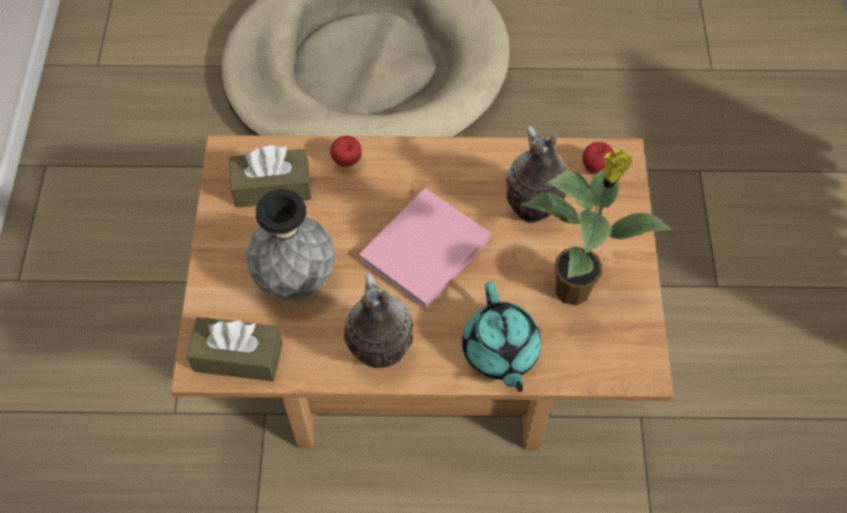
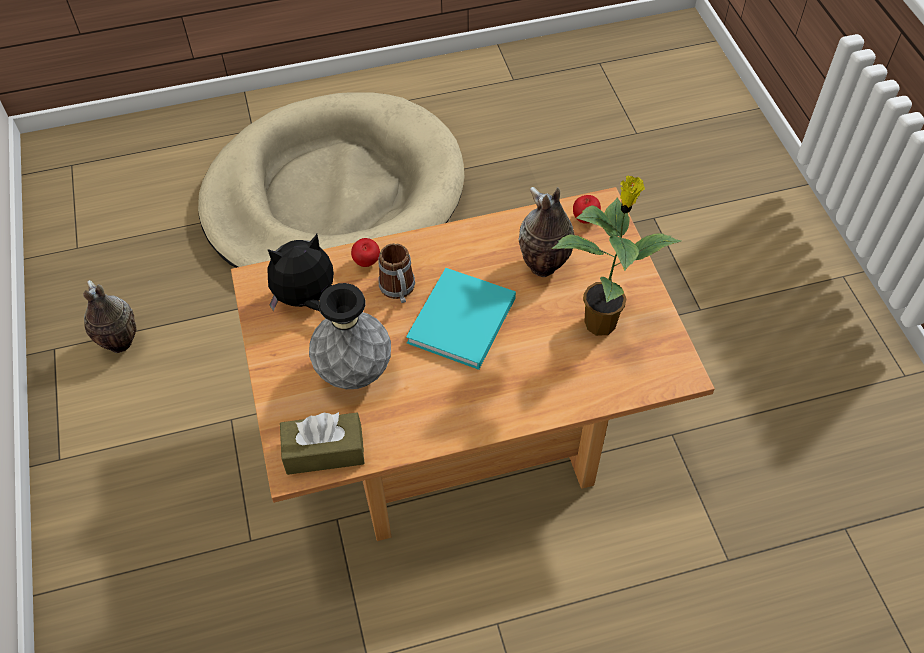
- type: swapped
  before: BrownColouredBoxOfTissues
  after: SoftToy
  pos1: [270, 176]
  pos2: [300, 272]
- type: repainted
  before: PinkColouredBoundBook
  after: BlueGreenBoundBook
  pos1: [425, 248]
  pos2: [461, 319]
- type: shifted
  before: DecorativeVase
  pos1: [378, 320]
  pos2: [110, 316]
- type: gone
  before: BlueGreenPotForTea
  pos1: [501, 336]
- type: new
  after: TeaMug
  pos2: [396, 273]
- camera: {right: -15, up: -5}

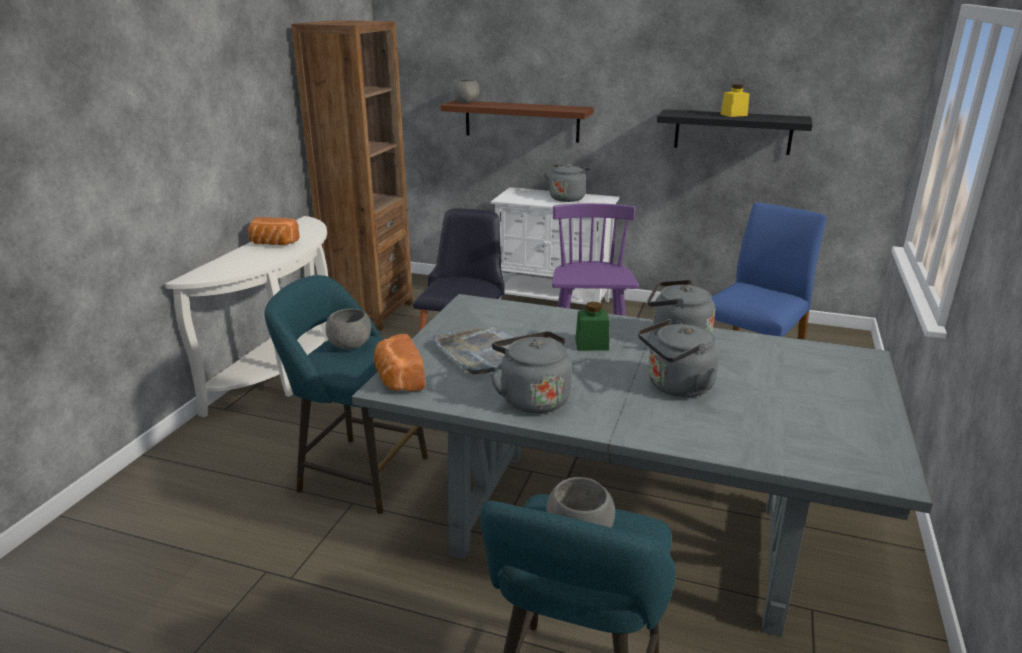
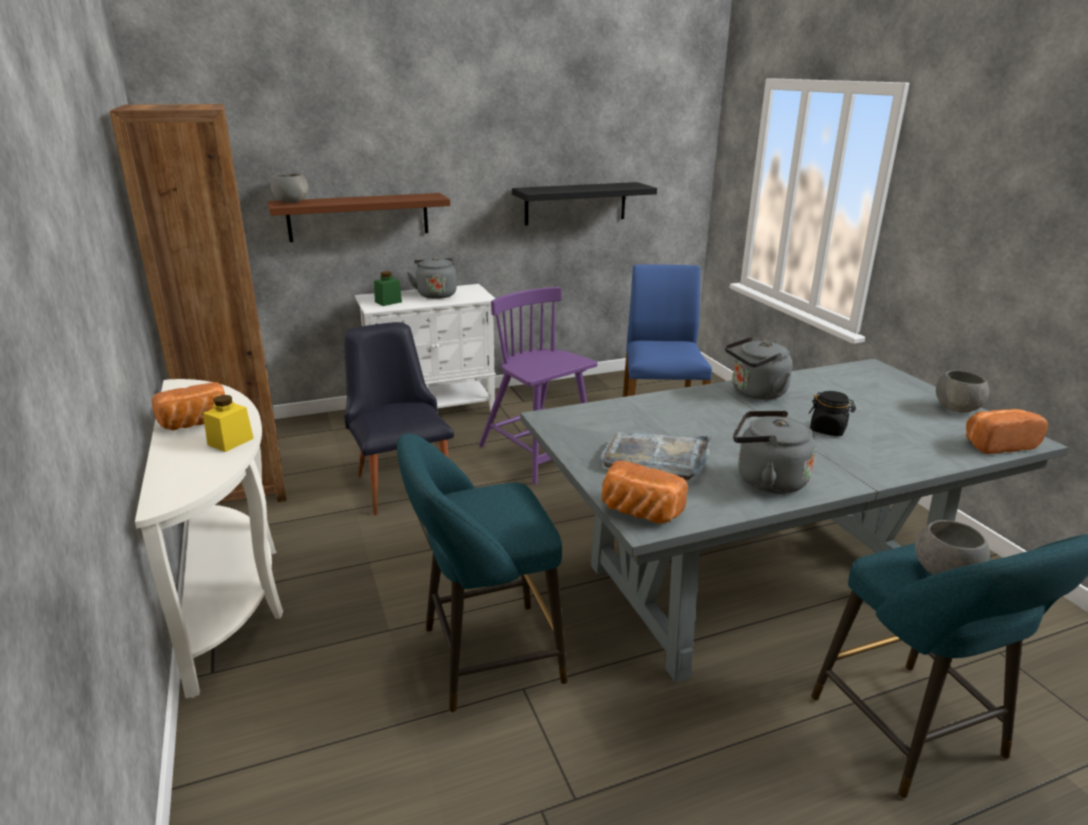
- type: shifted
  before: YellowishStorageJar
  pos1: [735, 100]
  pos2: [228, 423]
- type: shifted
  before: GreenishStorageJar
  pos1: [592, 326]
  pos2: [388, 288]
- type: shifted
  before: GreyishDeepDish
  pos1: [348, 329]
  pos2: [962, 391]
- type: swapped
  before: GreyishKettle
  after: BlackishStorageJar
  pos1: [678, 358]
  pos2: [832, 413]
- type: new
  after: Bread
  pos2: [1007, 431]
- camera: {right: -40, up: 0}

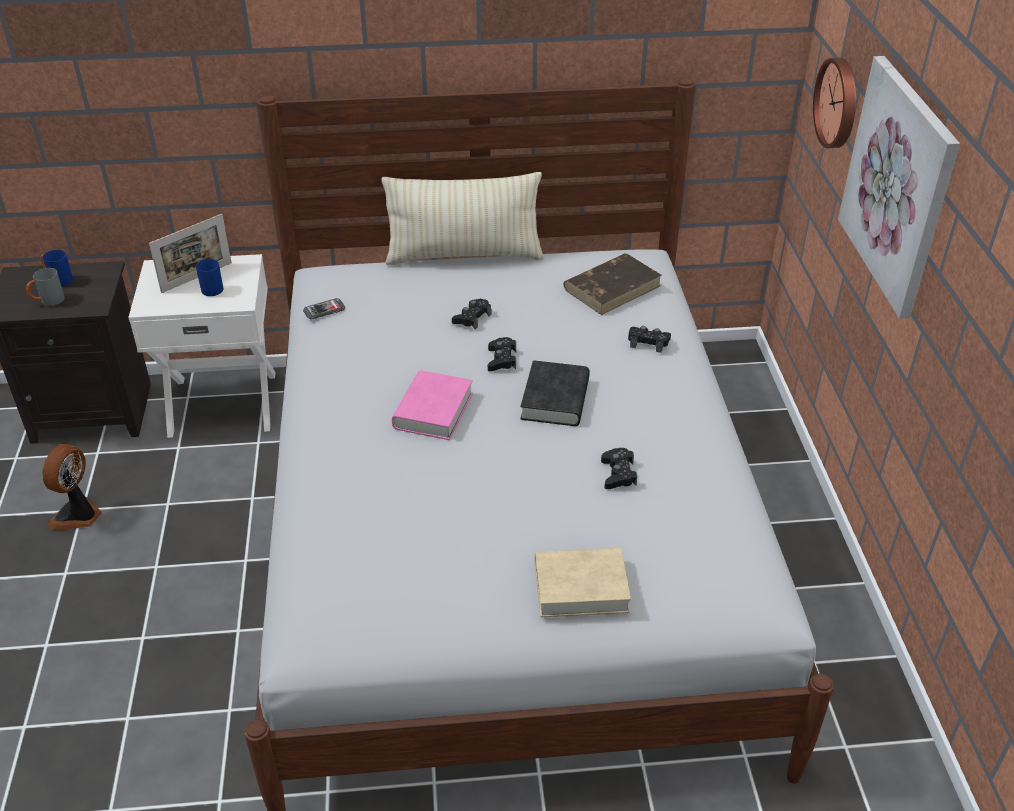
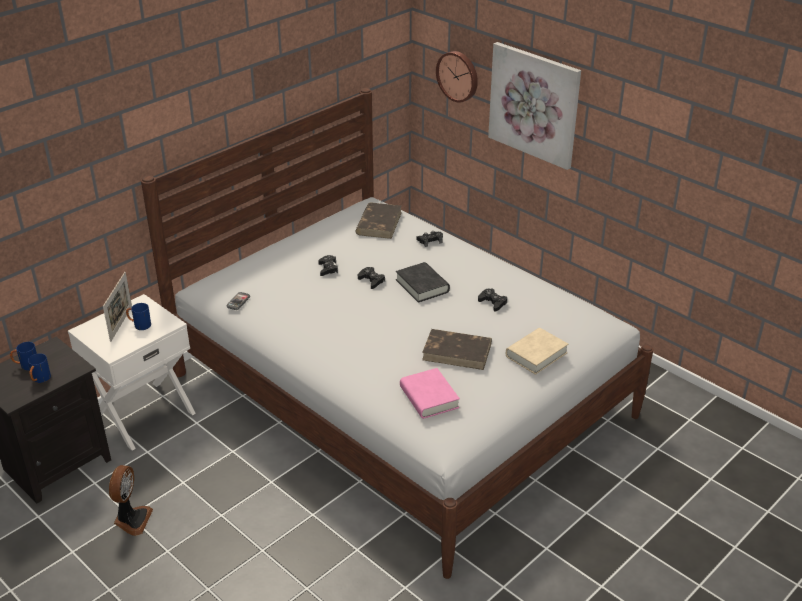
- type: gone
  before: BeigeColouredThrowPillow
  pos1: [462, 218]
- type: repainted
  before: GreyishTeaMug
  after: BlueTeaMug
  pos1: [45, 287]
  pos2: [39, 368]
- type: shifted
  before: PinkColouredBoundBook
  pos1: [432, 405]
  pos2: [430, 393]
- type: rotated
  before: ElectricFan
  pos1: [72, 487]
  pos2: [131, 500]
  turn: -150
- type: new
  after: BrownColouredBoundBook
  pos2: [457, 349]
- camera: {right: -40, up: -5}

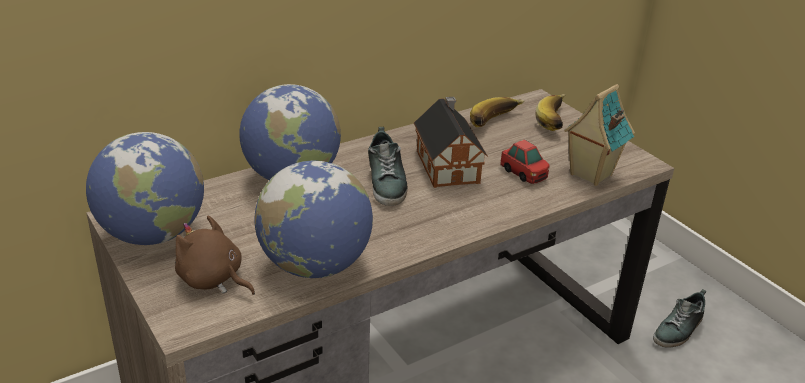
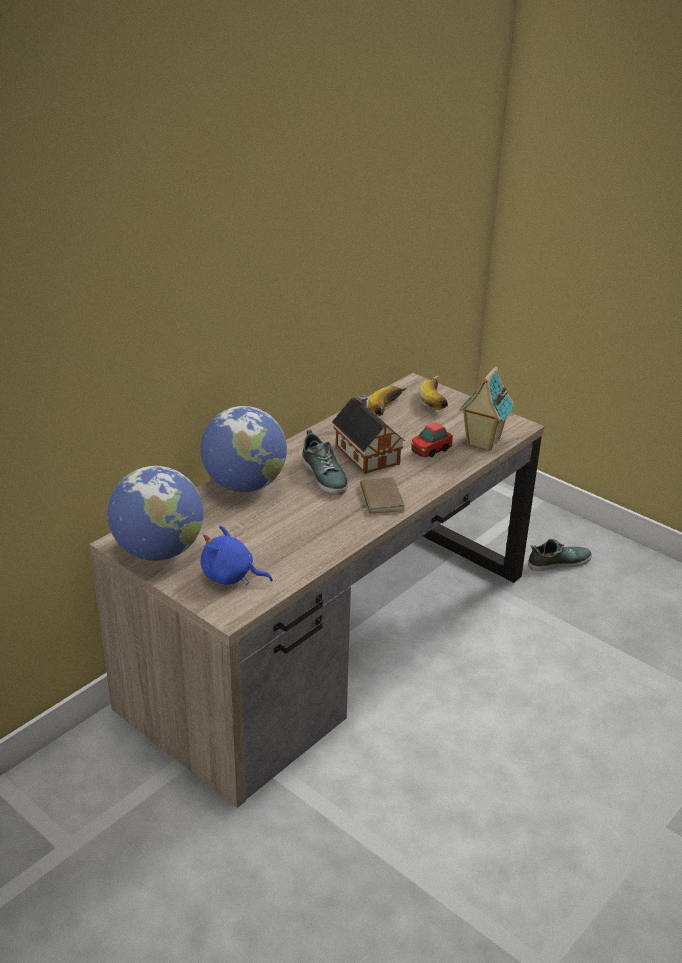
- type: rotated
  before: MiniatureCar
  pos1: [525, 162]
  pos2: [432, 440]
  turn: 105
- type: gone
  before: Globe
  pos1: [313, 219]
- type: repainted
  before: BrownColouredSoftToy
  after: BlueSoftToy
  pos1: [215, 255]
  pos2: [237, 555]
- type: rotated
  before: LowShoe
  pos1: [679, 318]
  pos2: [560, 555]
  turn: -135
- type: new
  after: BrownColouredBoundBook
  pos2: [381, 495]
- camera: {right: -15, up: 0}

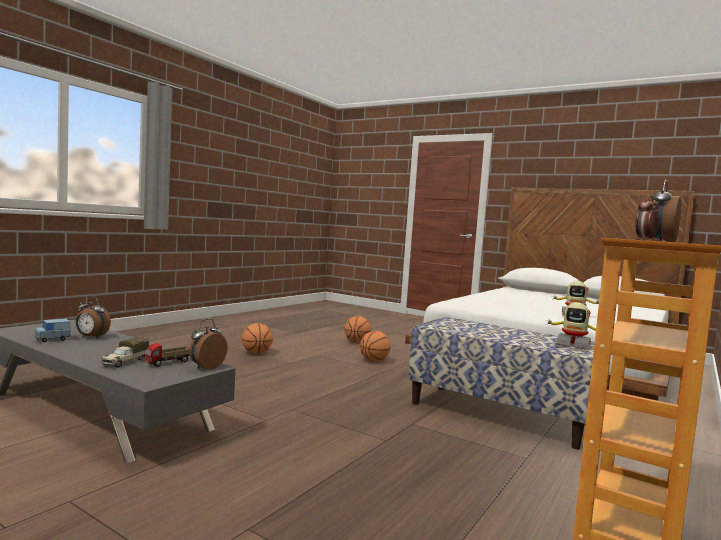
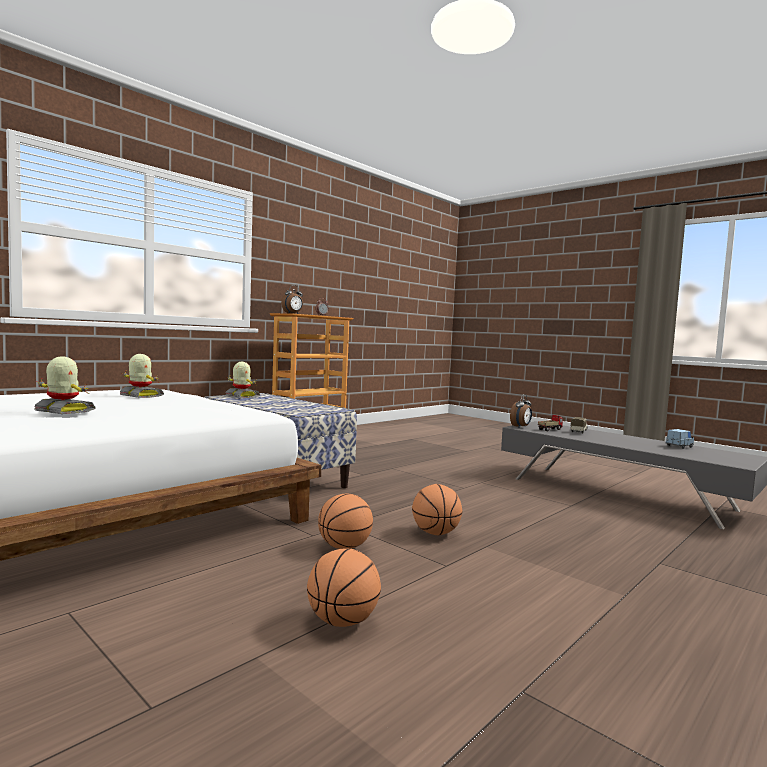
- type: gone
  before: BedsideClock
  pos1: [93, 317]
- type: shifted
  before: Basketball
  pos1: [257, 338]
  pos2: [437, 509]
- type: new
  after: RobotFigure
  pos2: [65, 385]
- camera: {right: -170, up: 0}

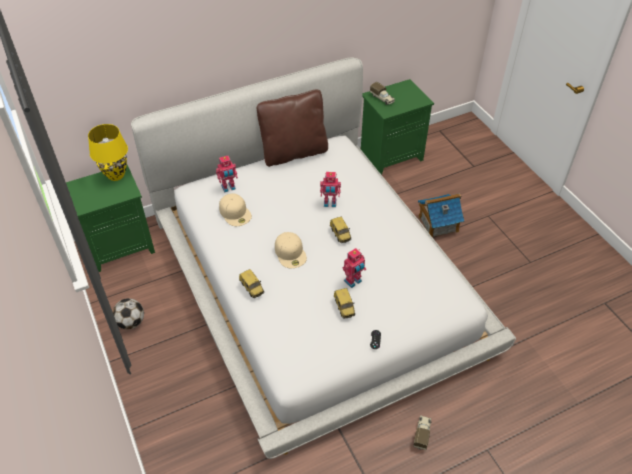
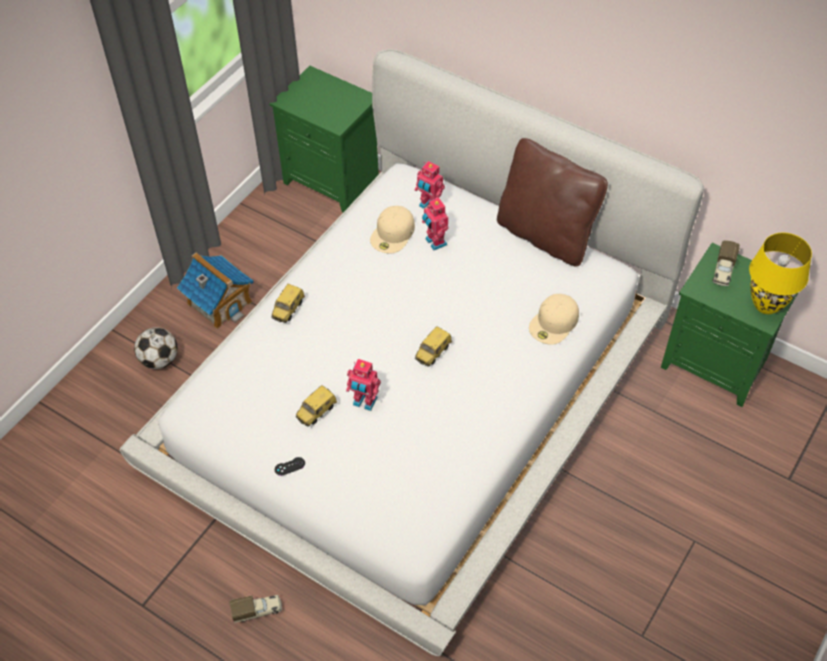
- type: shifted
  before: YellowishTableLamp
  pos1: [108, 152]
  pos2: [780, 273]
- type: shifted
  before: RobotFigure
  pos1: [330, 189]
  pos2: [435, 223]
- type: shifted
  before: ModelHouse
  pos1: [441, 215]
  pos2: [215, 290]
- type: shifted
  before: BeigeColouredPeakedCap
  pos1: [291, 250]
  pos2: [554, 319]
- type: shifted
  before: FootballBall
  pos1: [128, 314]
  pos2: [156, 348]
- camera: {right: 60, up: 5}

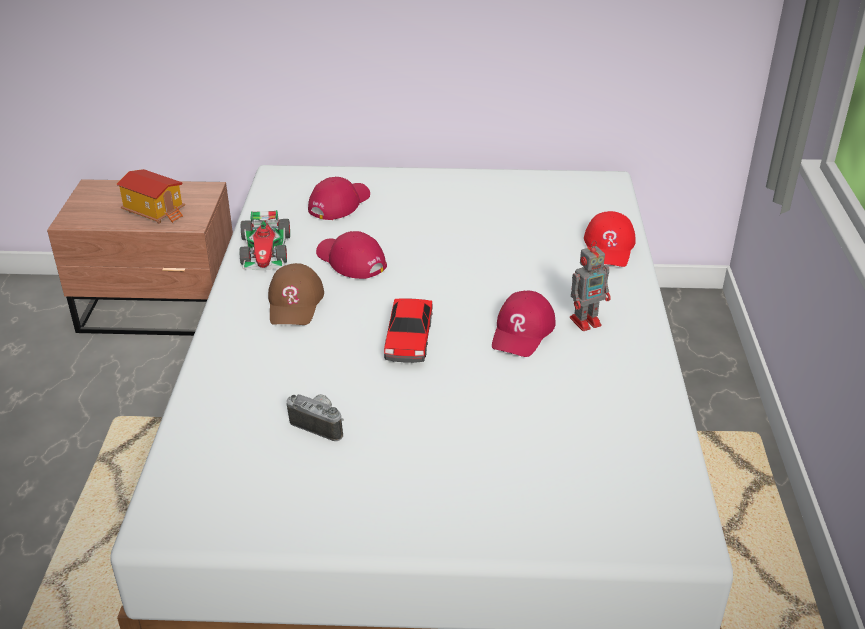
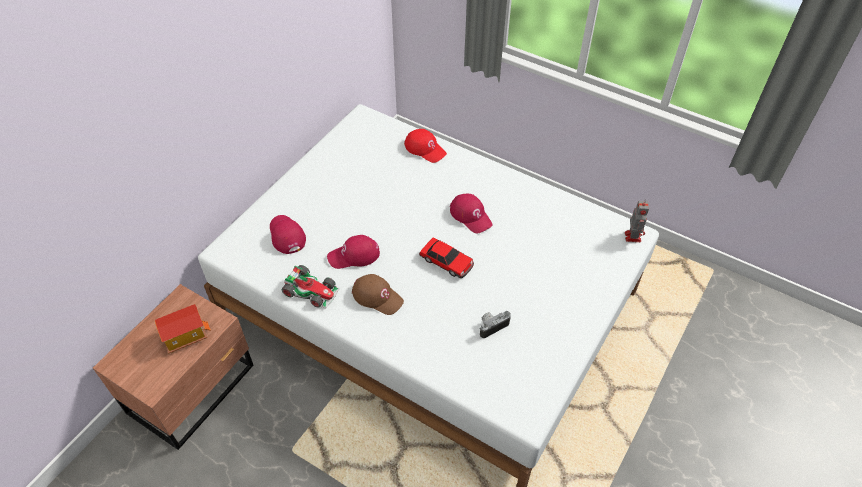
- type: shifted
  before: RobotFigure
  pos1: [590, 285]
  pos2: [637, 220]
- camera: {right: -60, up: 15}

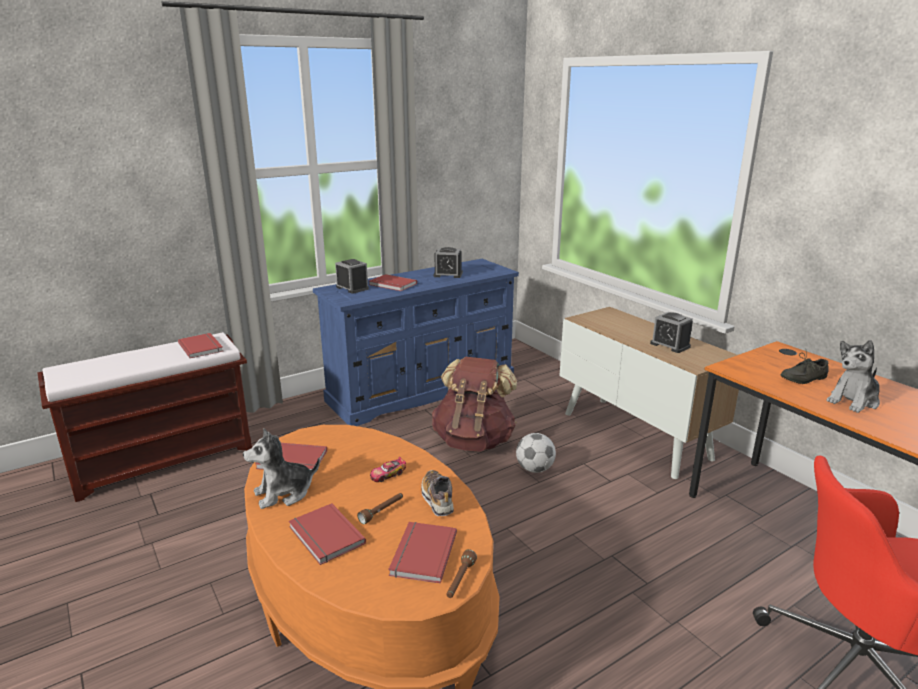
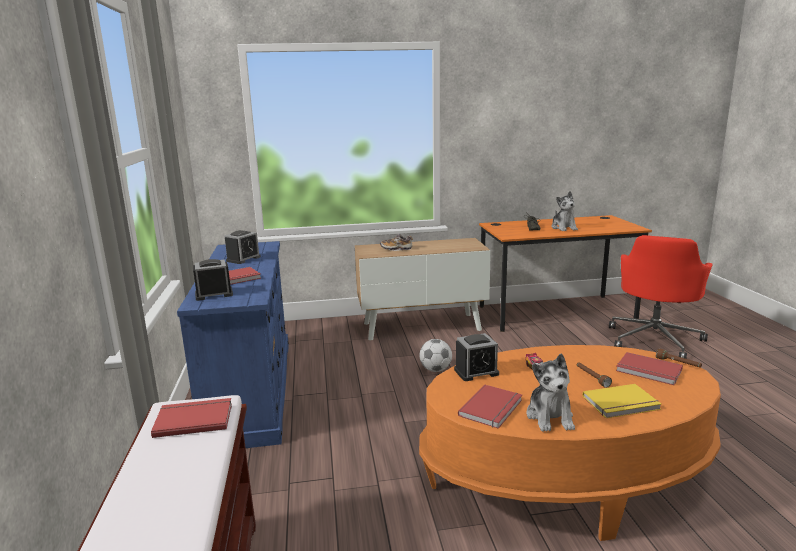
- type: shifted
  before: BedsideClock
  pos1: [671, 332]
  pos2: [476, 357]
- type: gone
  before: BrownColouredRucksack
  pos1: [474, 404]
- type: shifted
  before: LowShoe
  pos1: [437, 493]
  pos2: [396, 242]
- type: repainted
  before: RedColouredBoundBook
  after: YellowishBoundBook
  pos1: [327, 534]
  pos2: [622, 401]
- camera: {right: -65, up: -5}

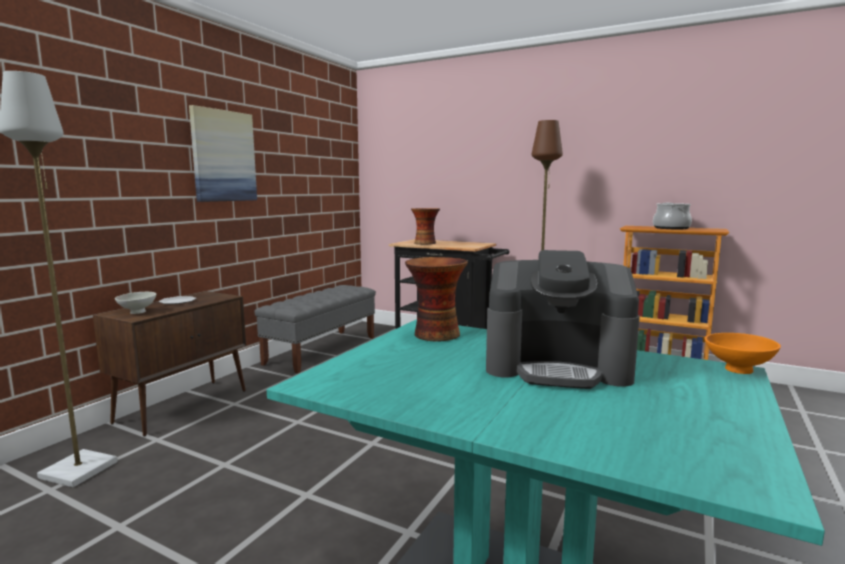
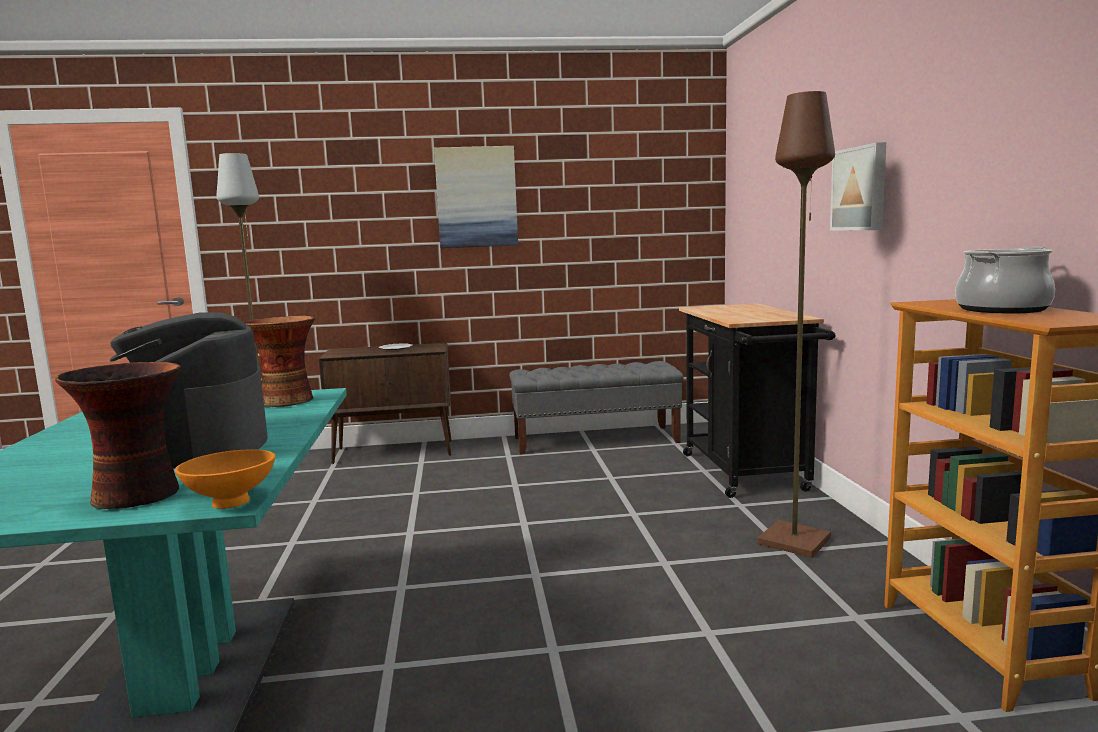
- type: shifted
  before: DecorativeVase
  pos1: [425, 226]
  pos2: [118, 435]
- type: gone
  before: WhiteColouredDeepDish
  pos1: [135, 303]
- type: new
  after: WallArt
  pos2: [858, 186]
- camera: {right: 55, up: 0}

